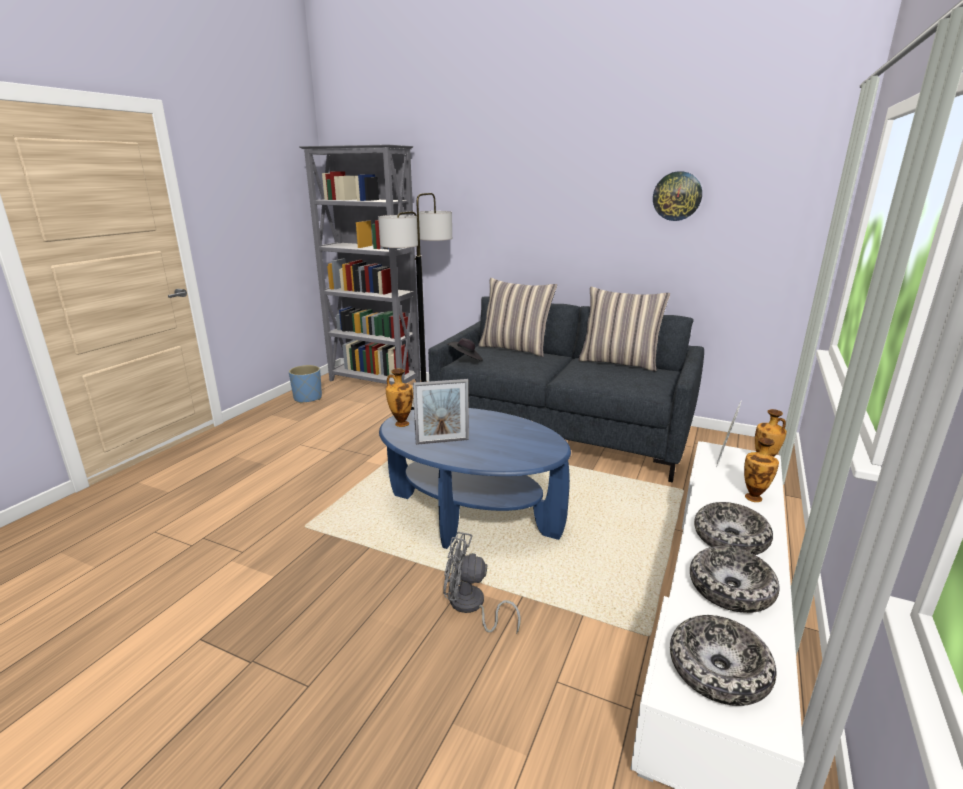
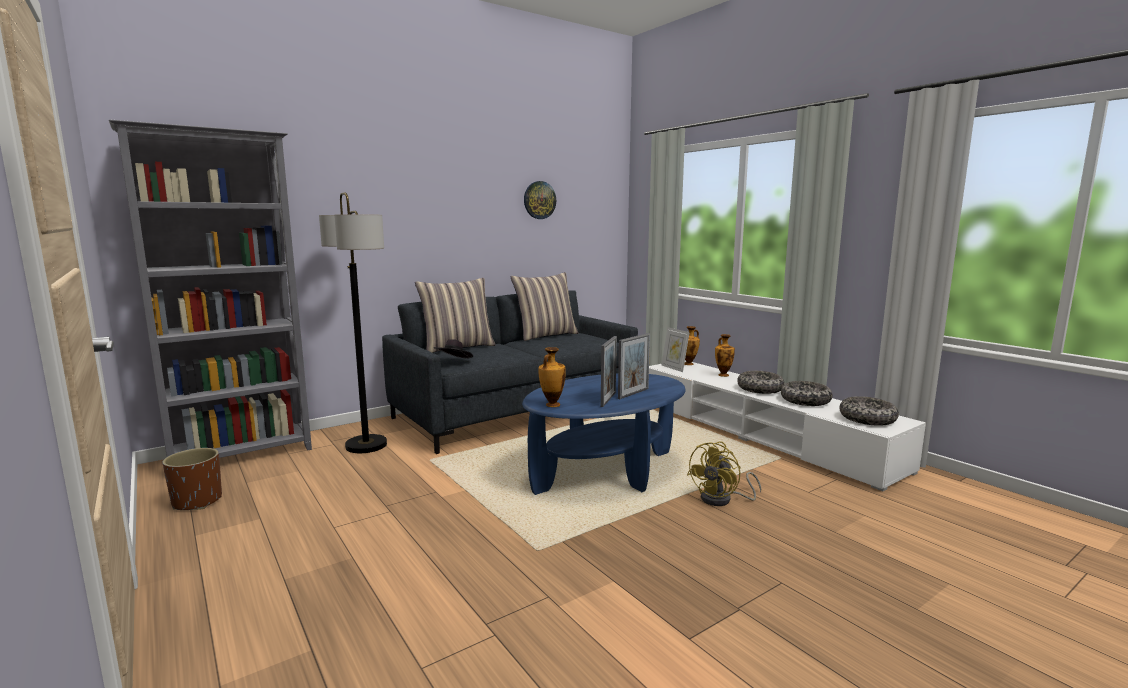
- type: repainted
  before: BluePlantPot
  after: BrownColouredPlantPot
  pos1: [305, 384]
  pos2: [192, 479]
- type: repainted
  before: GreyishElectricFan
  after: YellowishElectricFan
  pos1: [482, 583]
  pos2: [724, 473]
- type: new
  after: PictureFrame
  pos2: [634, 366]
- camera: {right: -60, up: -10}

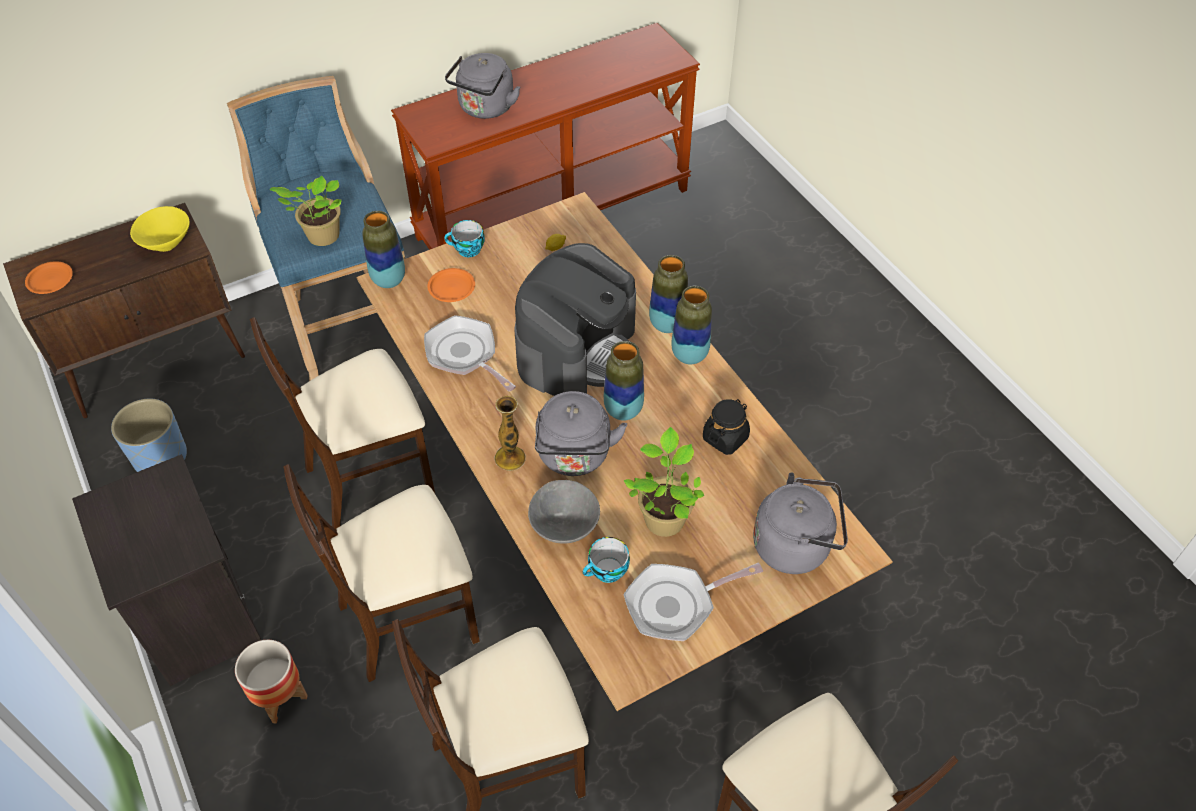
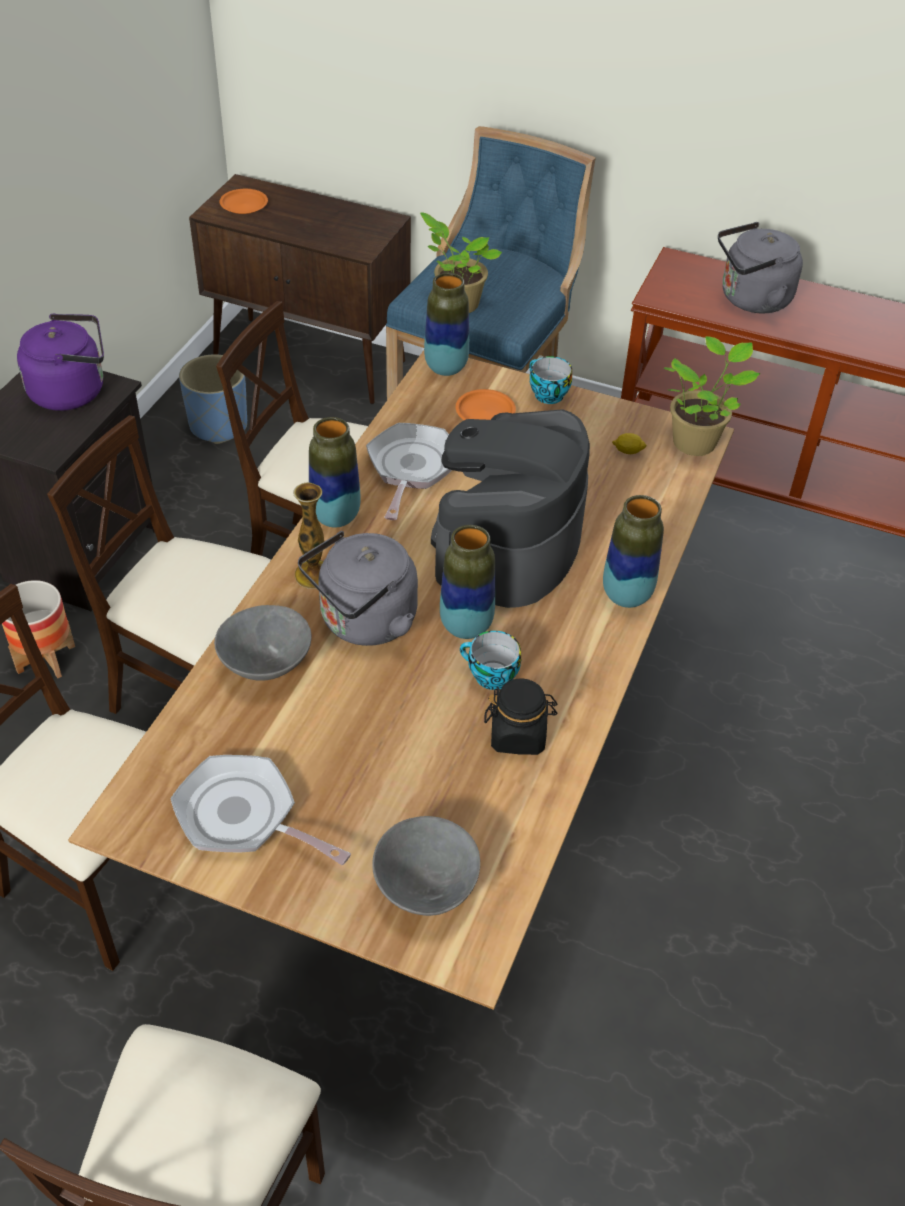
- type: gone
  before: YellowishDeepDish
  pos1: [160, 229]
- type: rotated
  before: CoffeeMachine
  pos1: [575, 319]
  pos2: [510, 508]
  turn: 120
- type: shifted
  before: DecorativeVase
  pos1: [691, 325]
  pos2: [334, 472]
- type: shifted
  before: PlantInAPot
  pos1: [664, 482]
  pos2: [712, 396]
- type: swapped
  before: GreyishKettle
  after: GreyishDeepDish
  pos1: [800, 523]
  pos2: [426, 866]
- type: shifted
  before: SmallCup
  pos1: [606, 560]
  pos2: [490, 660]
- type: new
  after: PurpleKettle
  pos2: [60, 362]
- camera: {right: 50, up: -5}

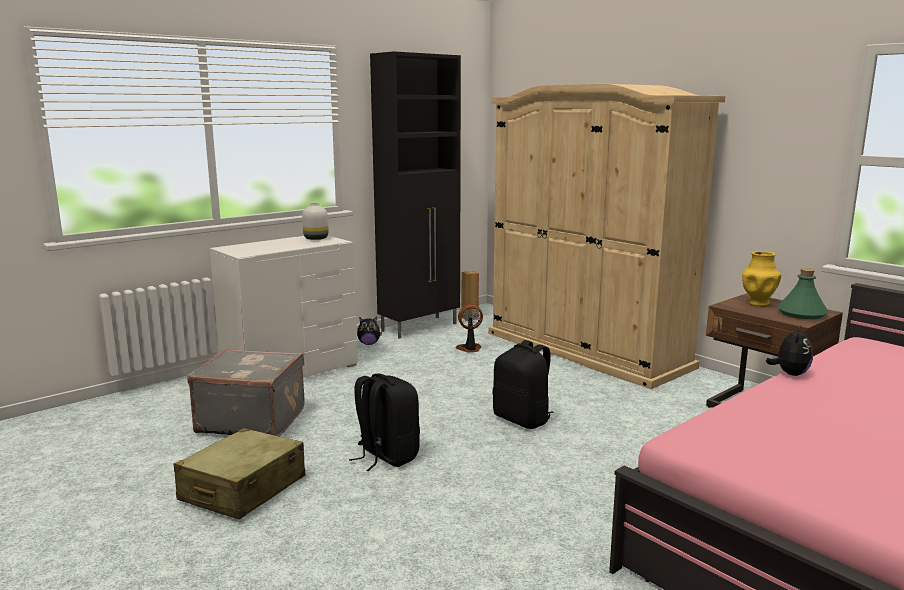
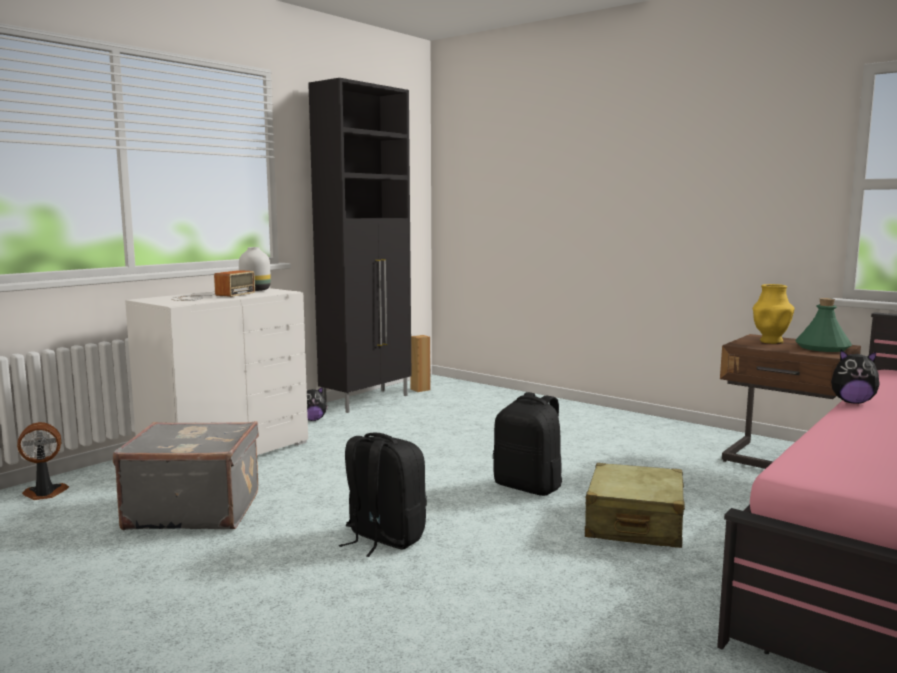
- type: gone
  before: BeigeColouredClothesCupboard
  pos1: [606, 236]
- type: shifted
  before: ElectricFan
  pos1: [469, 328]
  pos2: [43, 461]
- type: rotated
  before: SoftToy
  pos1: [789, 351]
  pos2: [855, 377]
  turn: 90
- type: shifted
  before: BeigeColouredPieceOfLuggage
  pos1: [239, 474]
  pos2: [635, 505]
- type: new
  after: Radio
  pos2: [213, 285]
- camera: {right: -10, up: -5}

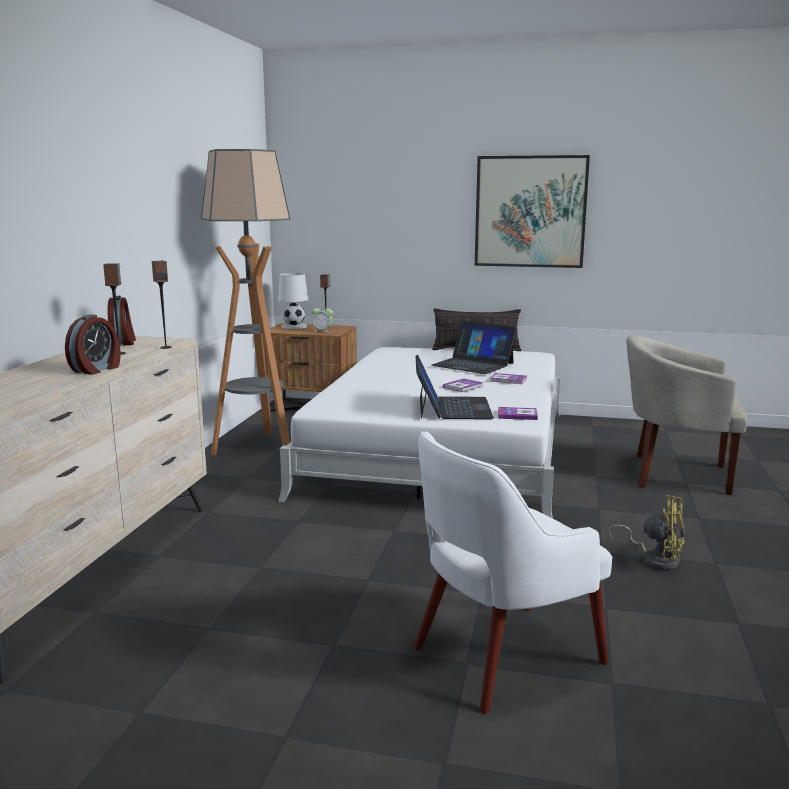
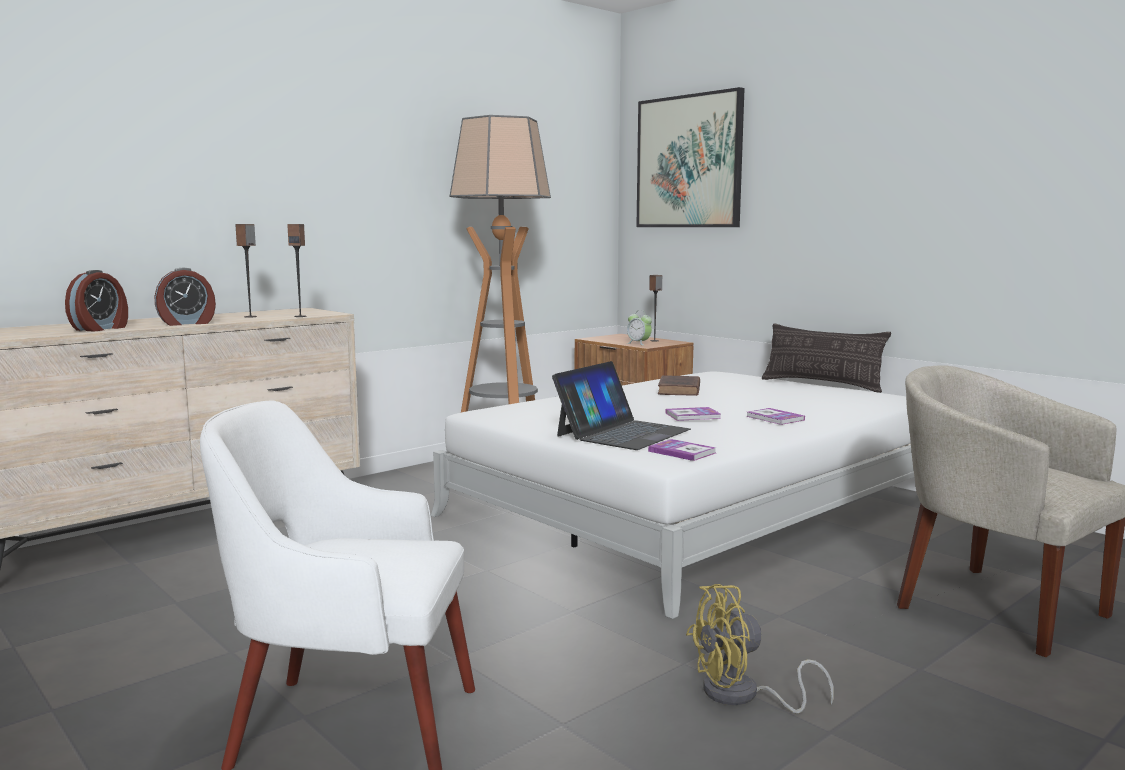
- type: shifted
  before: WallArt
  pos1: [532, 211]
  pos2: [690, 157]
- type: gone
  before: WhiteColouredTableLamp
  pos1: [293, 301]
- type: shifted
  before: BedsideClock
  pos1: [122, 320]
  pos2: [96, 300]
- type: gone
  before: NotebookComputer
  pos1: [474, 347]
- type: rotated
  before: YellowishElectricFan
  pos1: [647, 532]
  pos2: [760, 648]
  turn: 105
- type: new
  after: BrownColouredBoundBook
  pos2: [679, 385]
- camera: {right: 35, up: -5}

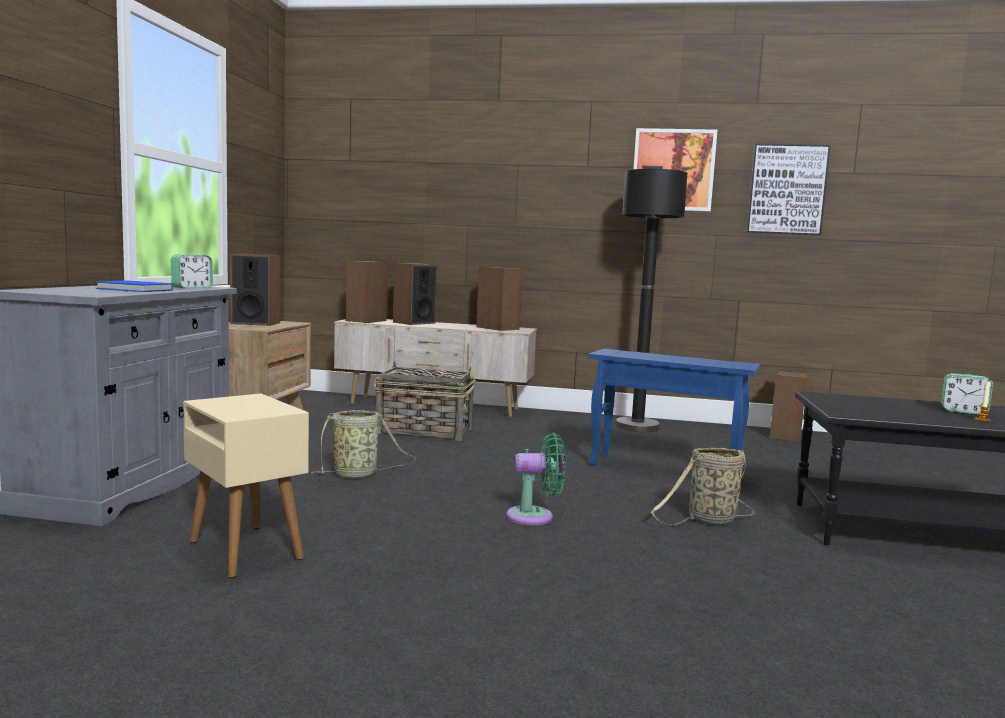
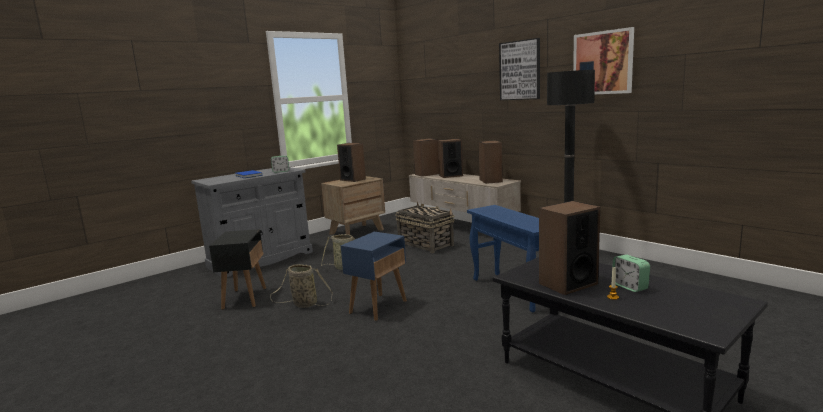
- type: shifted
  before: WallArt
  pos1: [788, 189]
  pos2: [519, 69]
- type: shifted
  before: Loudspeaker
  pos1: [788, 406]
  pos2: [569, 248]
- type: repainted
  before: BeigeColouredAccentTable
  after: BlackishAccentTable
  pos1: [246, 486]
  pos2: [237, 269]
- type: swapped
  before: GreenishElectricFan
  after: BlueAccentTable
  pos1: [535, 479]
  pos2: [374, 276]
- type: shifted
  before: StorageBasket
  pos1: [702, 486]
  pos2: [301, 286]
- camera: {right: 40, up: 5}

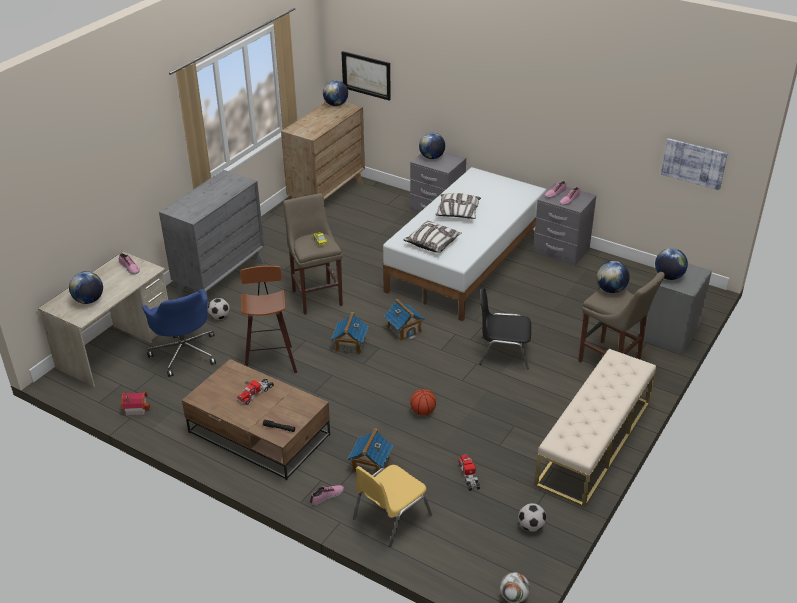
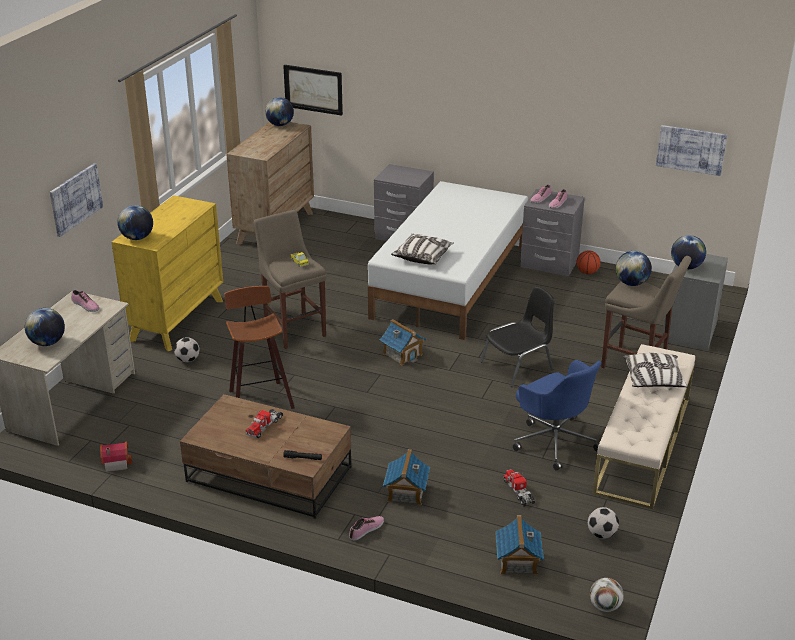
- type: shifted
  before: Globe
  pos1: [432, 146]
  pos2: [135, 222]
- type: repainted
  before: GreyishDresser
  after: YellowishDresser
  pos1: [211, 238]
  pos2: [167, 273]
- type: shifted
  before: ThrowPillow
  pos1: [458, 206]
  pos2: [655, 370]
- type: rotated
  before: BlackishChair
  pos1: [505, 328]
  pos2: [517, 337]
  turn: 150
- type: shifted
  before: BlueComputerChair
  pos1: [179, 333]
  pos2: [557, 415]
- type: shifted
  before: ModelHouse
  pos1: [350, 333]
  pos2: [519, 545]
- type: shifted
  before: Basketball
  pos1: [423, 402]
  pos2: [588, 262]
- type: gone
  before: YellowishChair
  pos1: [392, 506]
- type: new
  after: WallArt
  pos2: [76, 200]
- camera: {right: -10, up: -5}

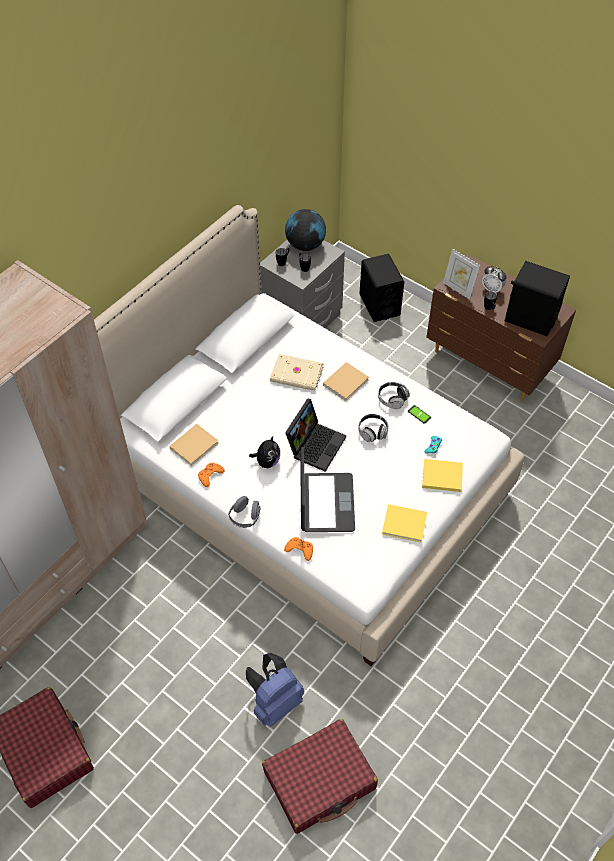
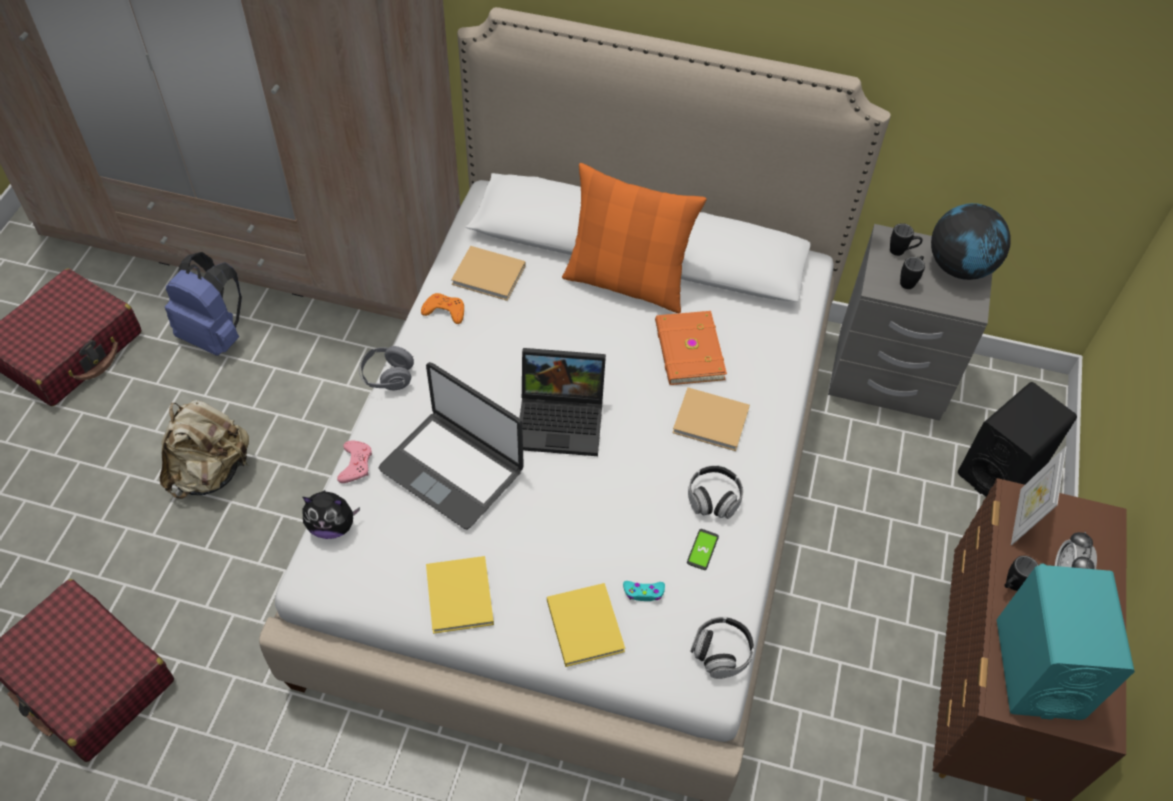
- type: repainted
  before: BlackishLoudspeaker
  after: BlueGreenLoudspeaker
  pos1: [537, 299]
  pos2: [1066, 642]
- type: repainted
  before: BeigeColouredBoundBook
  after: OrangeBoundBook
  pos1: [297, 372]
  pos2: [691, 348]
- type: shifted
  before: Headset
  pos1: [373, 428]
  pos2: [722, 648]
- type: shifted
  before: SoftToy
  pos1: [264, 452]
  pos2: [331, 514]
- type: rotated
  before: NotebookComputer
  pos1: [327, 489]
  pos2: [451, 446]
  turn: 60
- type: repainted
  before: OrangeGameController
  after: PinkColouredGameController
  pos1: [298, 549]
  pos2: [354, 462]
- type: shifted
  before: BlueRucksack
  pos1: [275, 689]
  pos2: [203, 304]
- type: new
  after: OrangeThrowPillow
  pos2: [634, 238]
- type: new
  after: BeigeColouredRucksack
  pos2: [204, 449]
- camera: {right: 65, up: 0}

